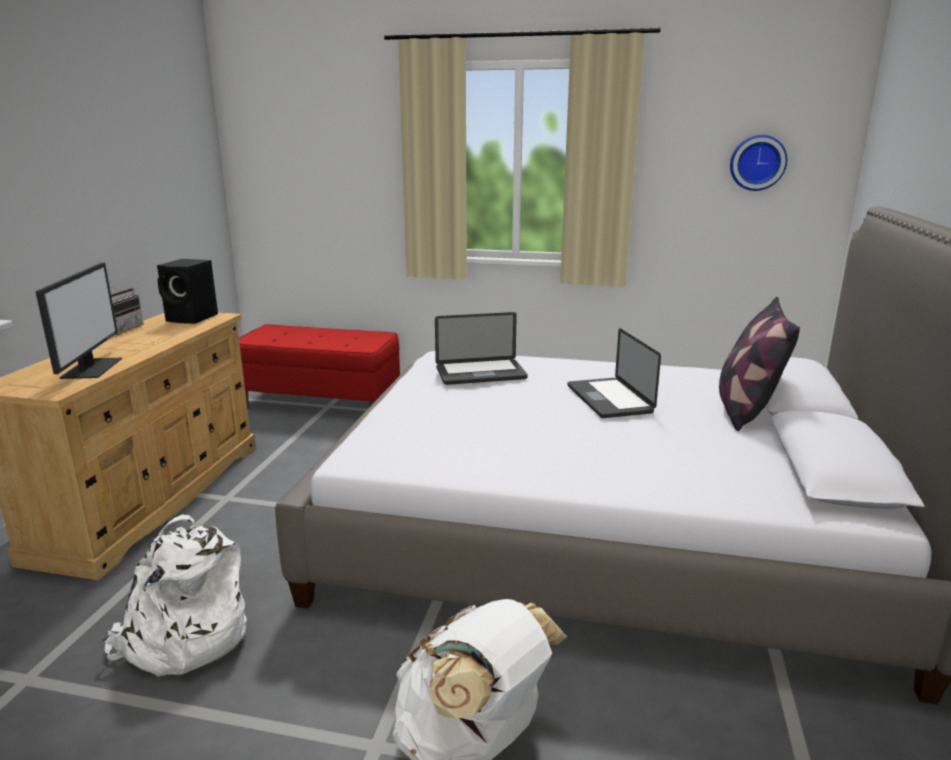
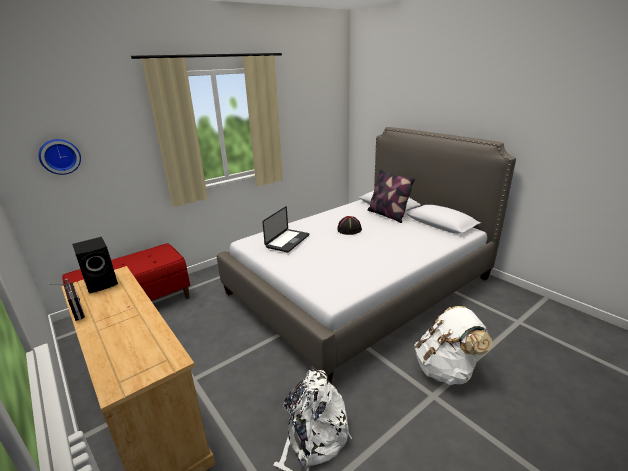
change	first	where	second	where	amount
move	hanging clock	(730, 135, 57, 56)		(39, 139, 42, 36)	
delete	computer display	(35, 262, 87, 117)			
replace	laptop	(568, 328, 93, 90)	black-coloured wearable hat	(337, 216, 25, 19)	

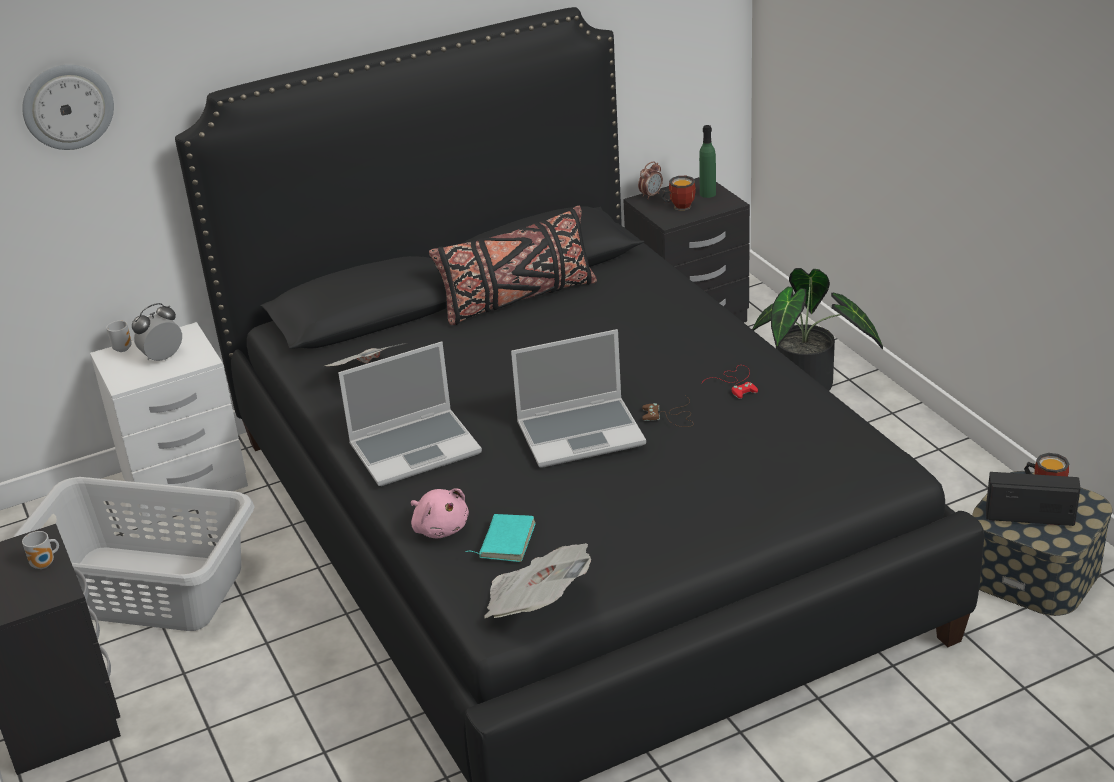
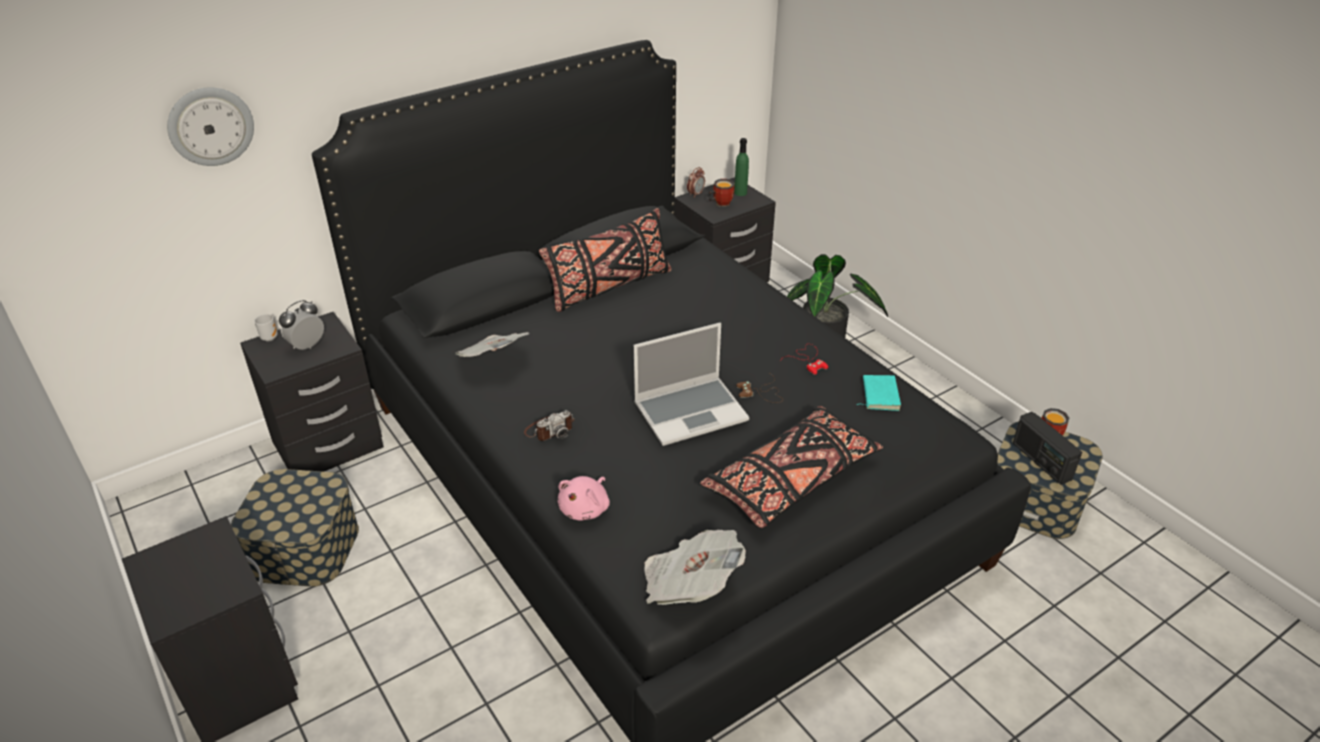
change	first	where	second	where	amount
recolor	whitish night table	(90, 322, 158, 195)	black-coloured night table	(240, 312, 144, 160)	
replace	laptop	(338, 342, 144, 144)	photo camera	(524, 410, 51, 31)	
rotate	radio receiver	(986, 472, 95, 54)		(1013, 412, 69, 73)	120 degrees counterclockwise
replace	grey hamper	(12, 477, 243, 154)	storage container	(231, 469, 128, 118)	
rotate	pinkish plush toy	(411, 488, 58, 51)		(557, 476, 53, 45)	75 degrees clockwise
move	blue-green book	(466, 514, 70, 48)		(856, 375, 45, 36)	
delete	coffee mug	(22, 531, 37, 38)			
insert			black-coloured cushion	(700, 406, 183, 122)	

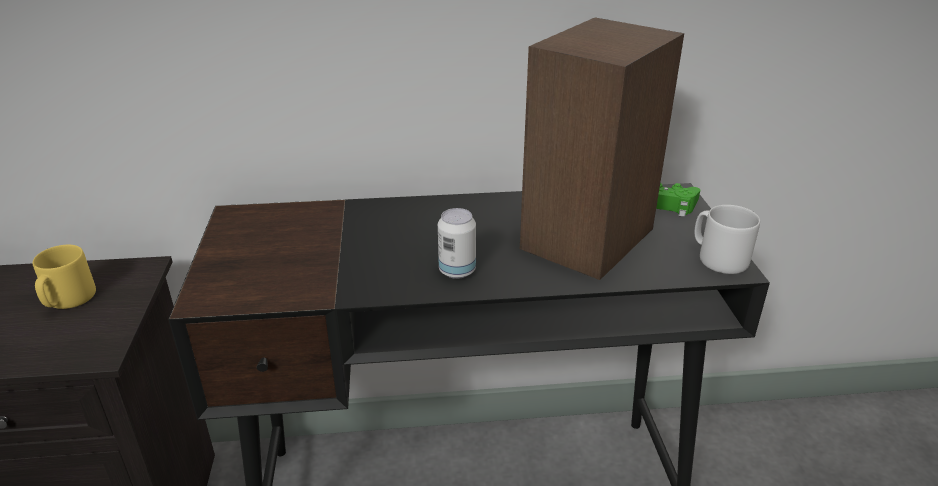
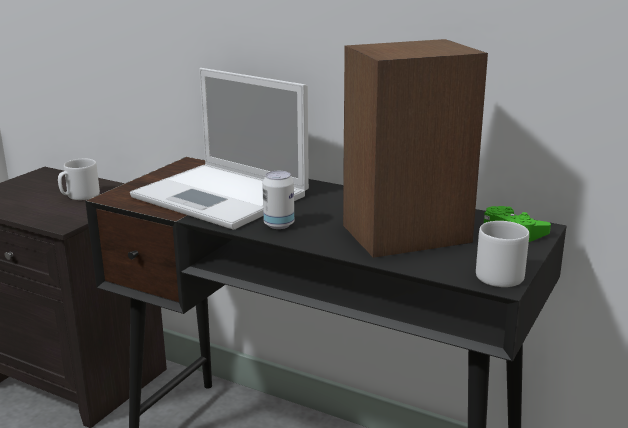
change	first	where	second	where	amount
recolor	yellow coffee mug	(33, 245, 63, 64)	grey coffee mug	(58, 159, 42, 41)	
insert			laptop	(130, 68, 179, 162)	

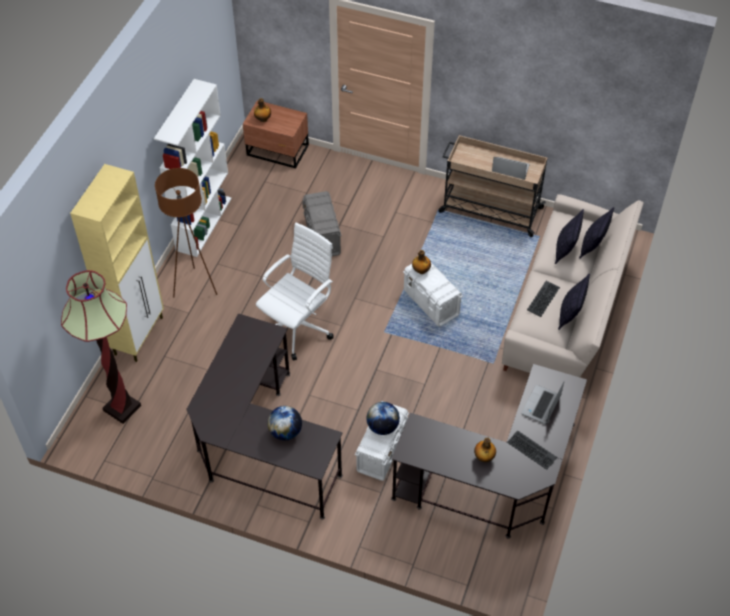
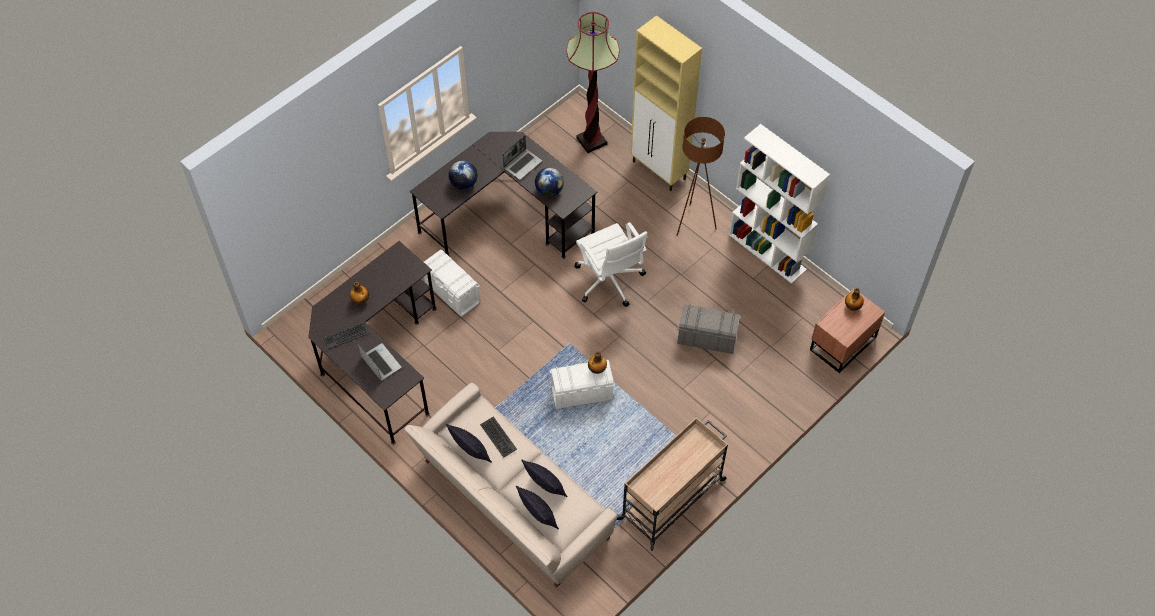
change	first	where	second	where	amount
move	laptop	(492, 157, 37, 23)		(502, 135, 40, 45)	
move	world globe	(366, 402, 34, 33)		(535, 168, 29, 29)	

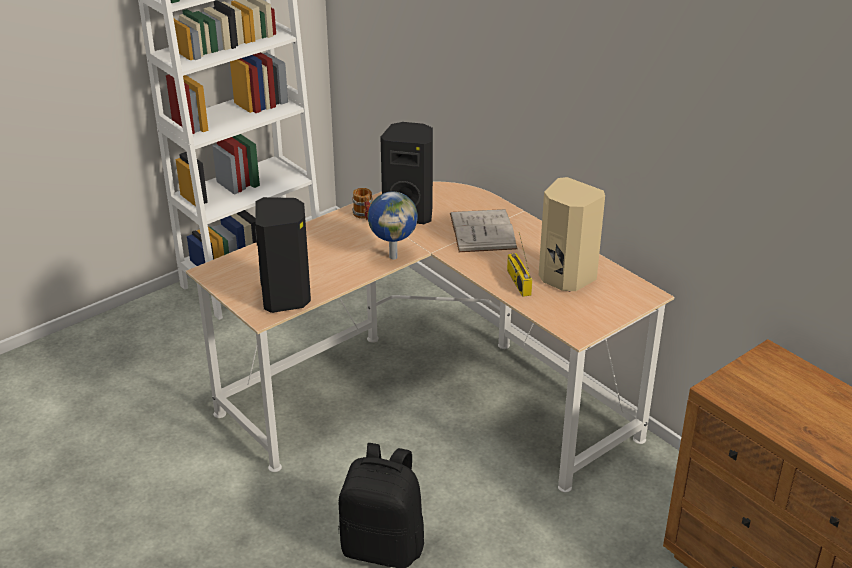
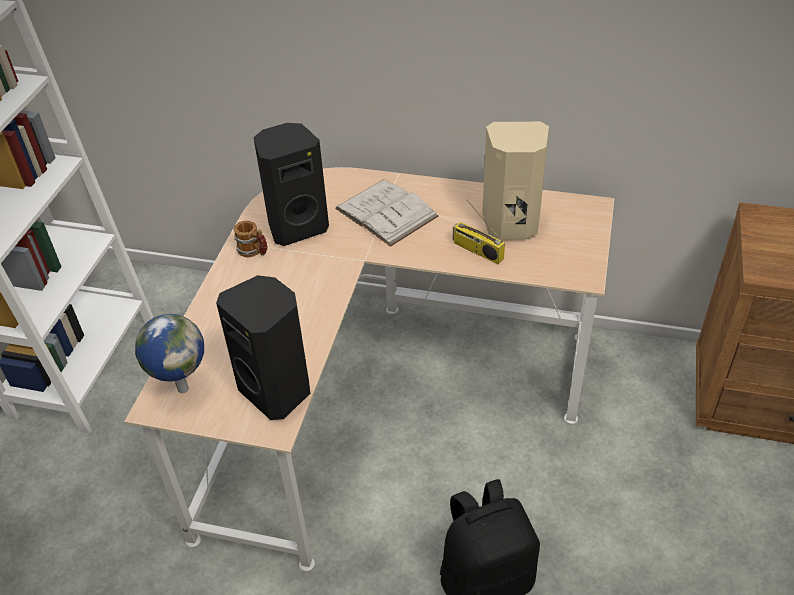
change	first	where	second	where	amount
move	world globe	(368, 191, 50, 68)		(135, 314, 69, 79)	

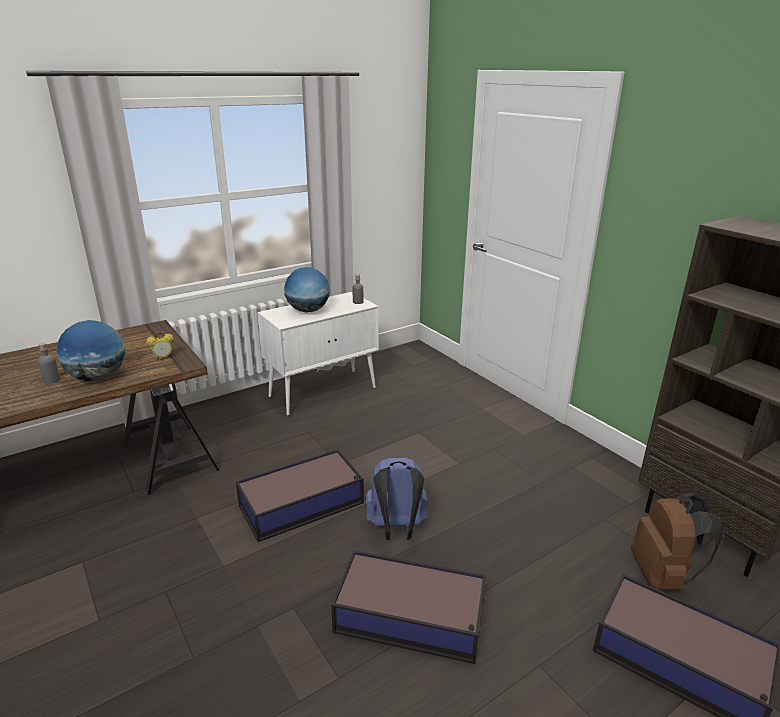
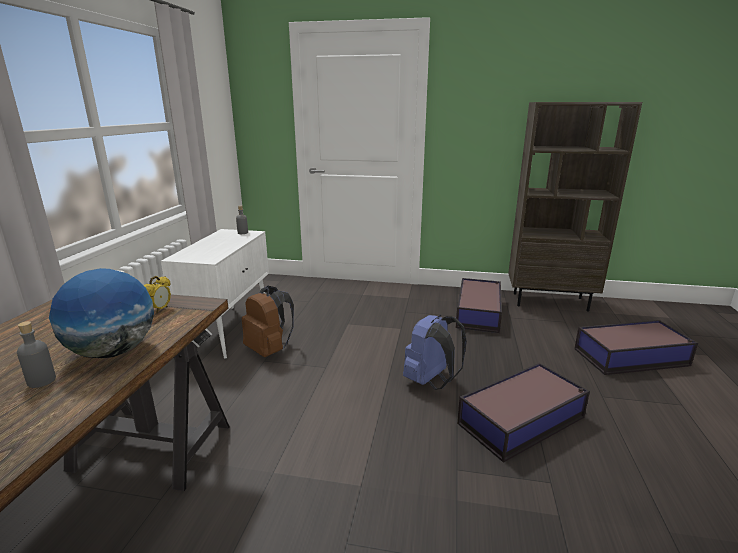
change	first	where	second	where	amount
delete	world globe	(284, 267, 46, 46)			
move	storage container	(236, 449, 128, 93)		(456, 278, 46, 55)	
move	brown backpack	(631, 493, 92, 97)		(242, 286, 52, 71)	

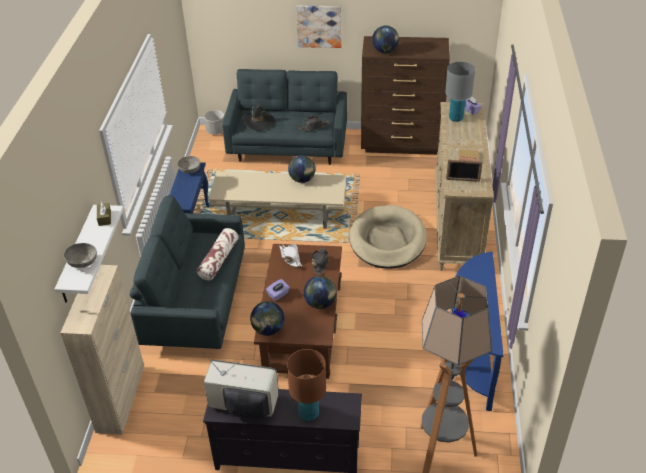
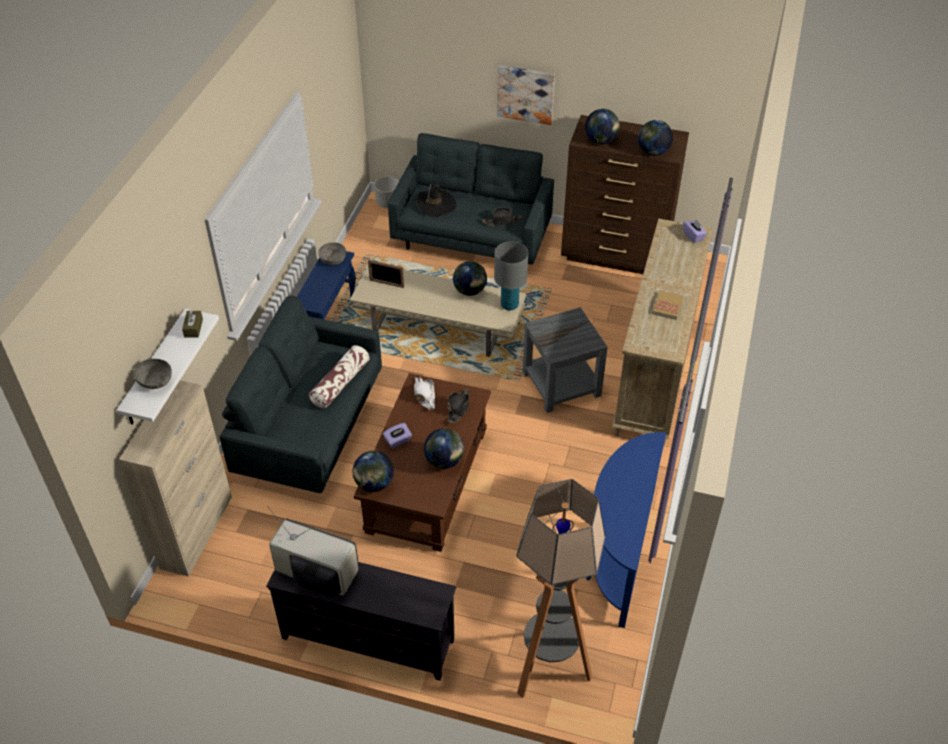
change	first	where	second	where	amount
move	grey lamp for a table	(445, 62, 30, 60)		(494, 241, 34, 69)	
move	standing frame	(446, 160, 36, 22)		(368, 260, 36, 28)	
replace	sand-coloured pet bed	(349, 205, 78, 64)	grey accent table	(523, 307, 85, 106)	
delete	brown lamp for a table	(287, 349, 39, 72)			
insert			world globe	(638, 120, 35, 36)	

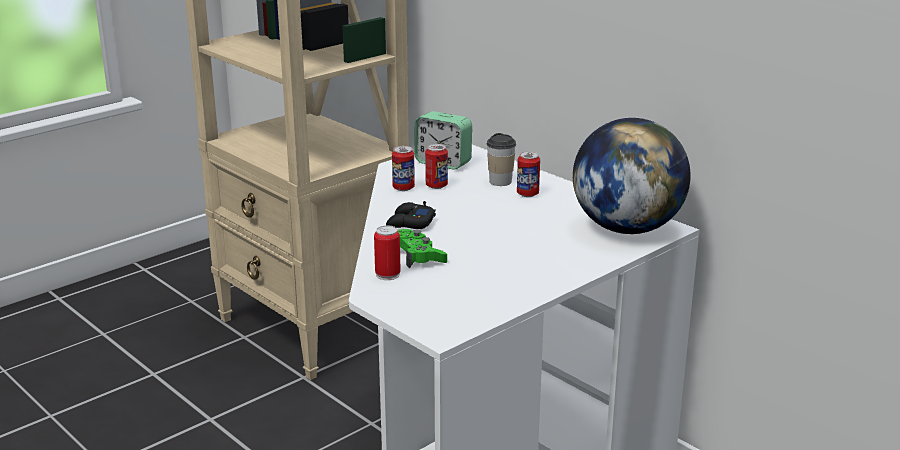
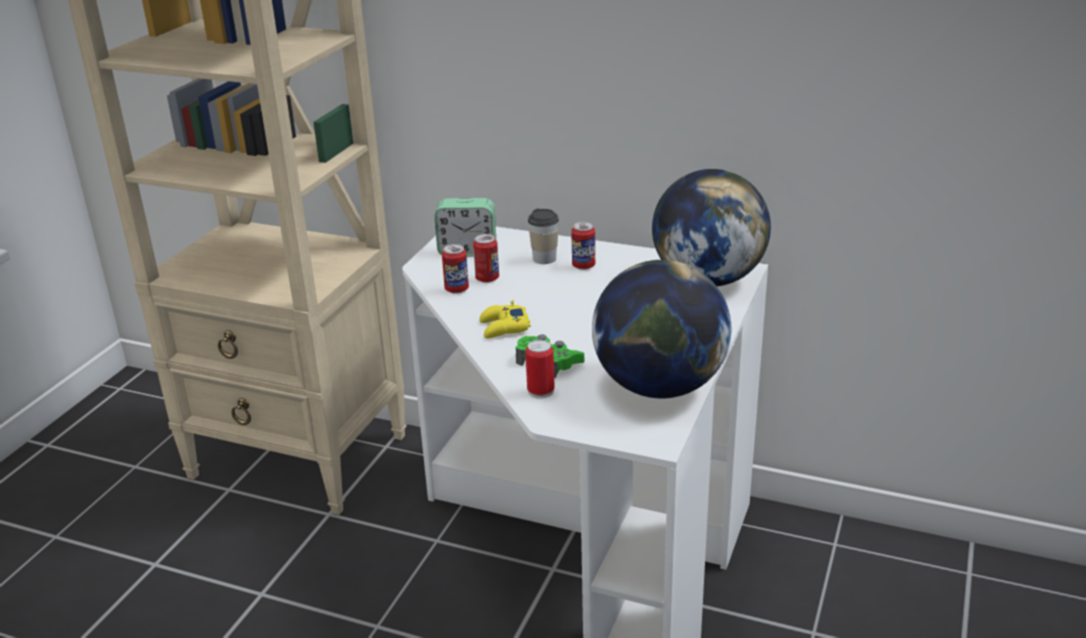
change	first	where	second	where	amount
recolor	black-coloured joypad	(386, 201, 50, 28)	yellow joypad	(479, 300, 51, 38)	
insert			world globe	(592, 260, 139, 139)	

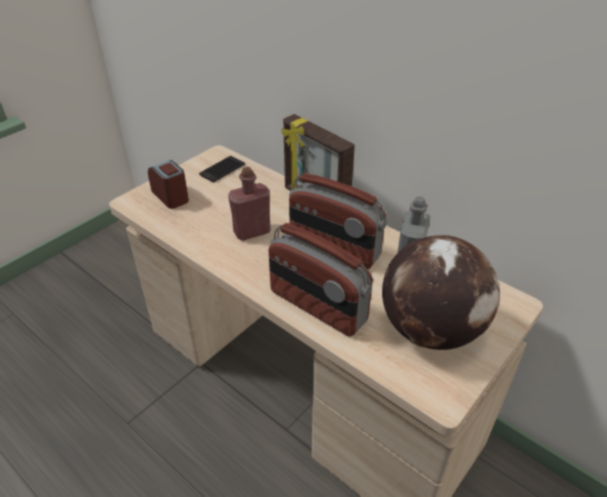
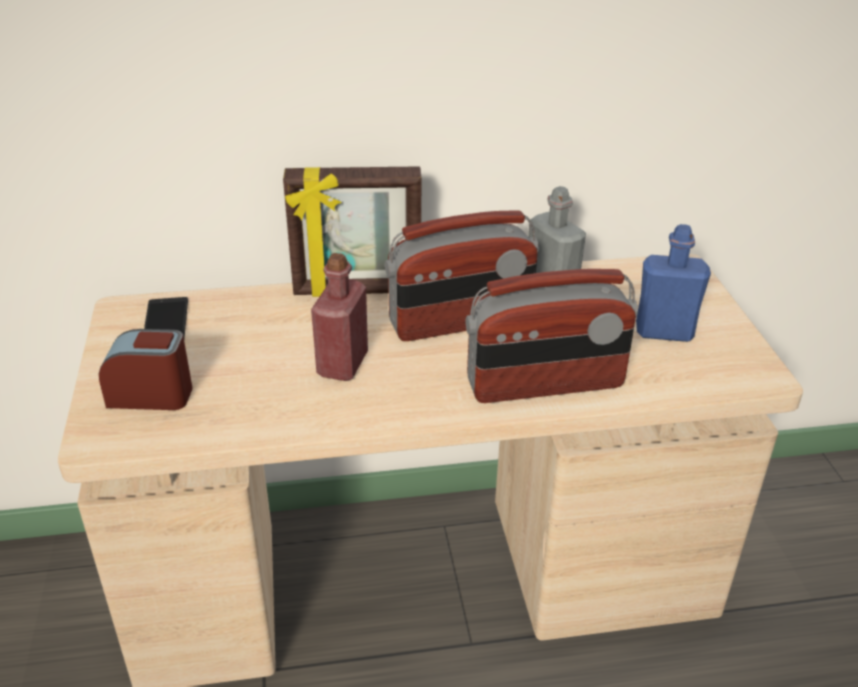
change	first	where	second	where	amount
replace	world globe	(382, 235, 118, 115)	blue beverage bottle	(636, 224, 75, 118)	

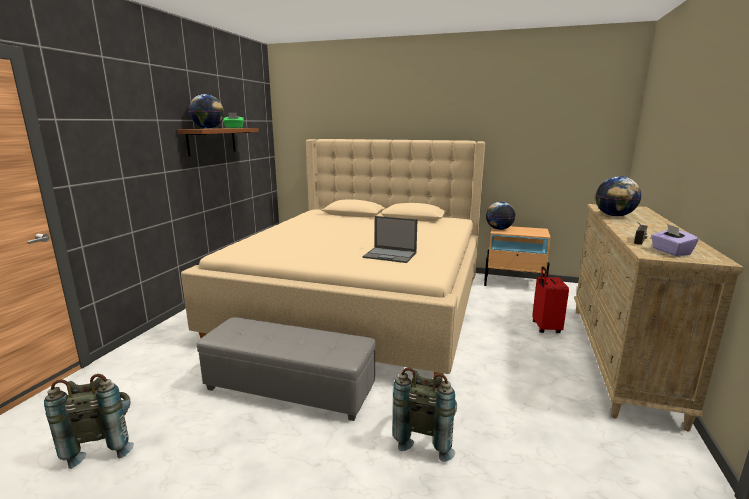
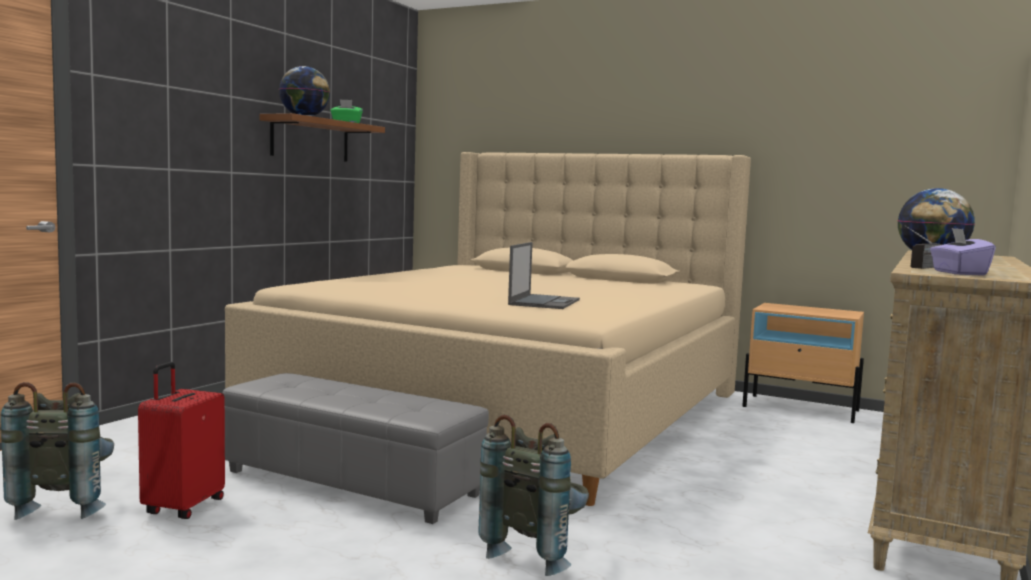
change	first	where	second	where	amount
delete	world globe	(486, 202, 29, 28)			
rotate	laptop	(363, 216, 55, 47)		(508, 242, 72, 67)	105 degrees counterclockwise
move	red piece of luggage	(532, 266, 37, 67)		(138, 362, 87, 157)	

